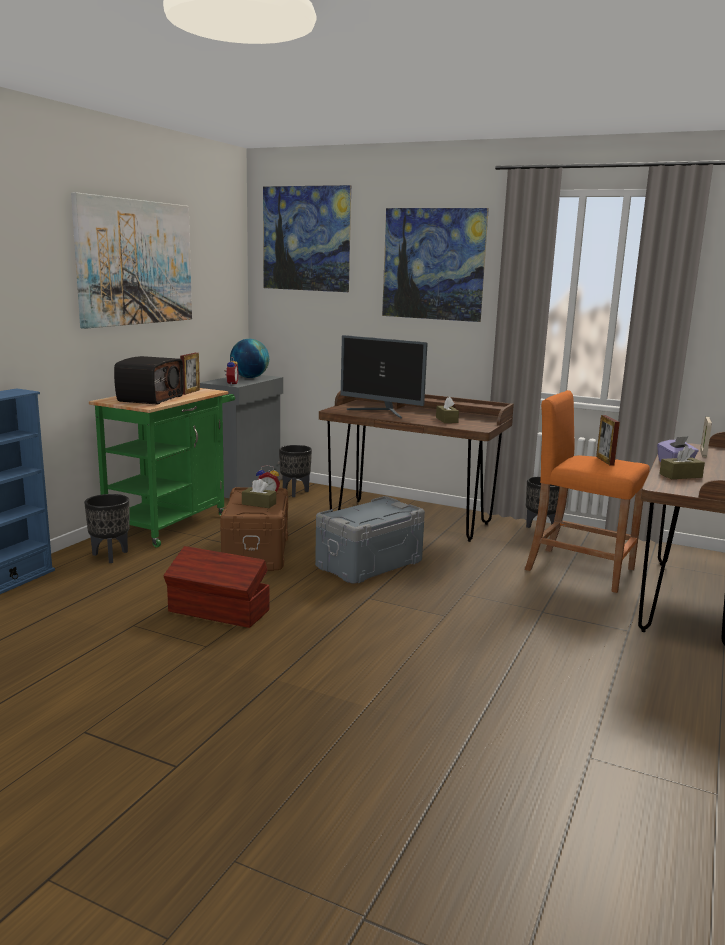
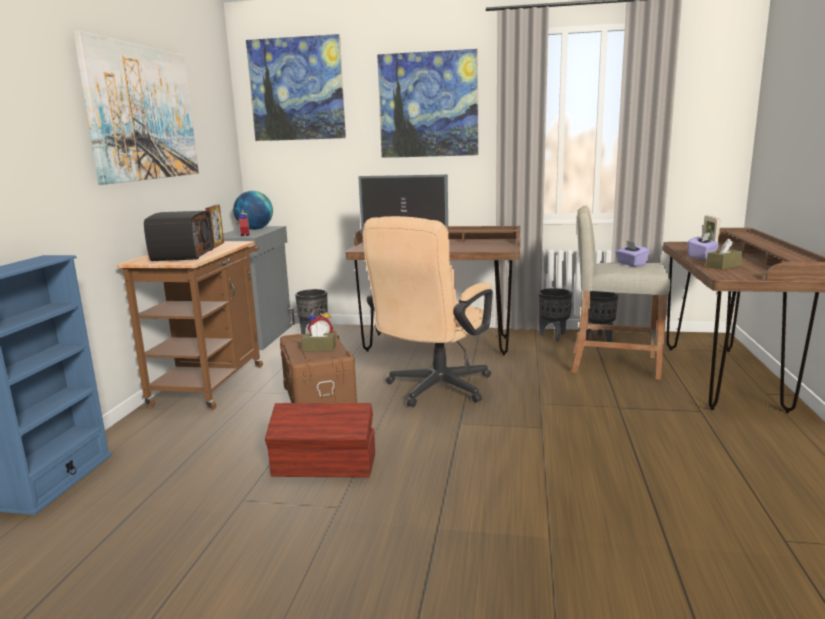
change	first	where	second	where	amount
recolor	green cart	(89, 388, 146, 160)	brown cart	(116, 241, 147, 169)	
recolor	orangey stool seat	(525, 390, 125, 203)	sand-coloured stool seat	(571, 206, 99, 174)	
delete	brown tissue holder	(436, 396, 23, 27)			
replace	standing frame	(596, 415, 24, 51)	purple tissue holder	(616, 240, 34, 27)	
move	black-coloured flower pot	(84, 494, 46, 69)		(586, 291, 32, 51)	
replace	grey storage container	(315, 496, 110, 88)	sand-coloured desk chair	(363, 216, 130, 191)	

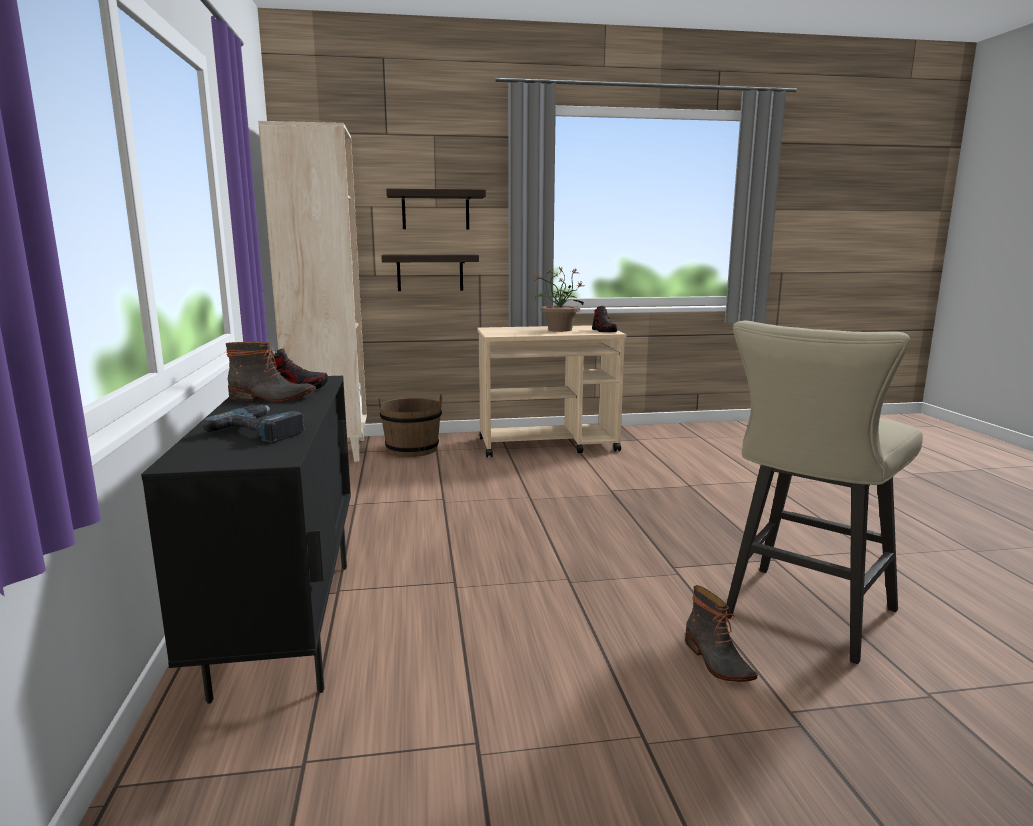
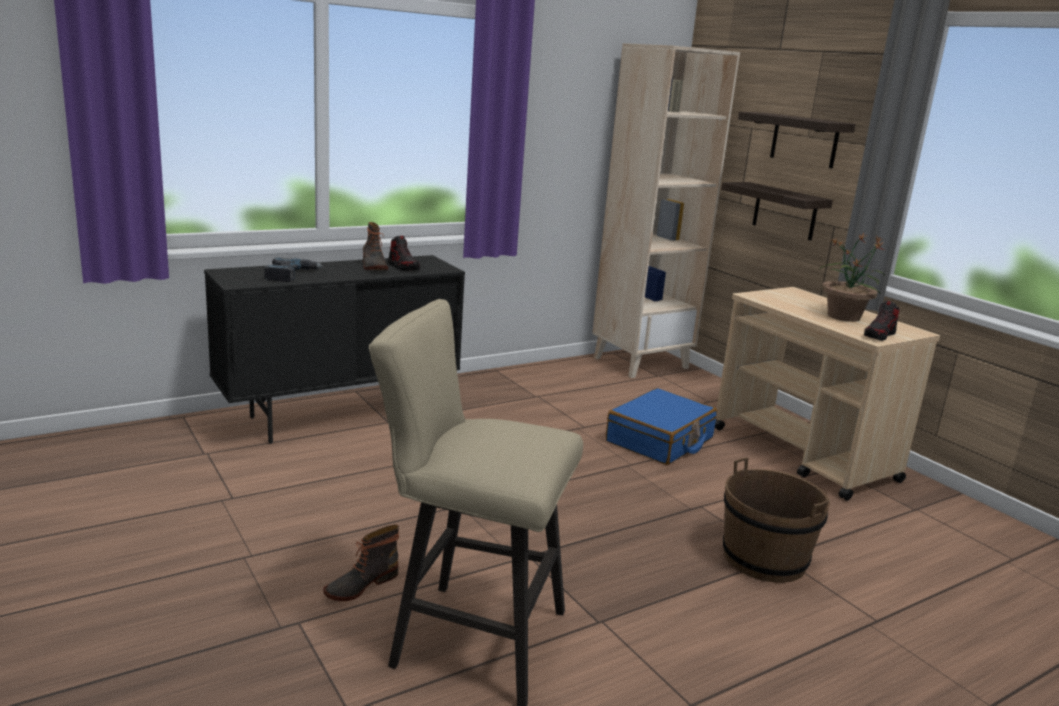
change	first	where	second	where	amount
move	brown pail	(378, 394, 64, 63)		(723, 457, 107, 126)	
insert			blue piece of luggage	(606, 388, 111, 77)	

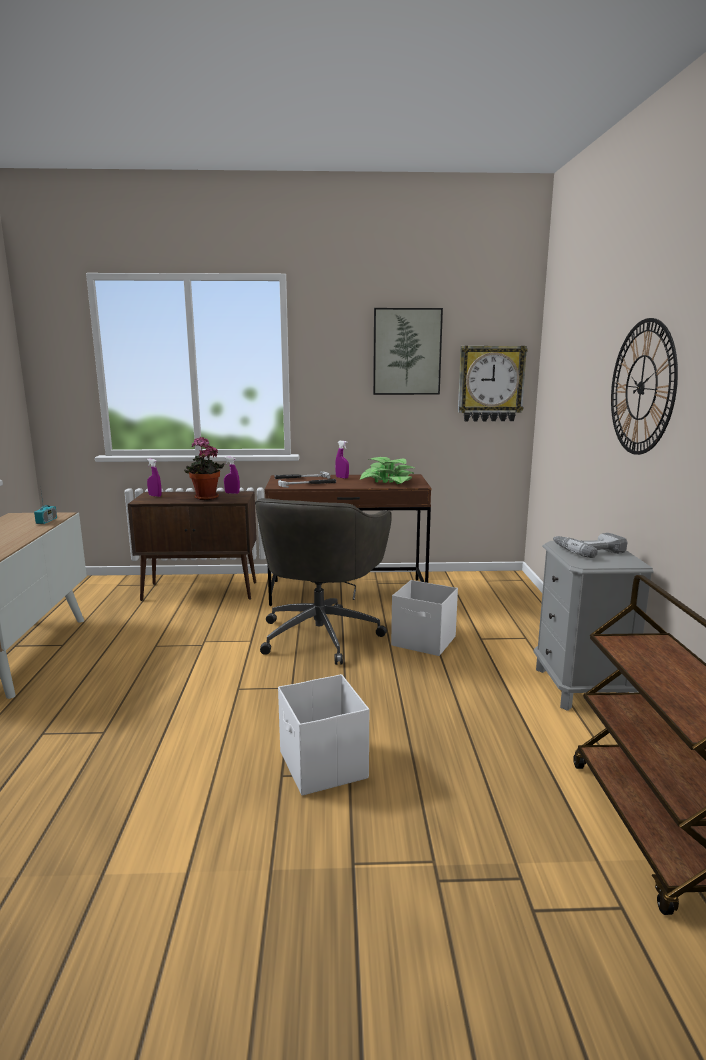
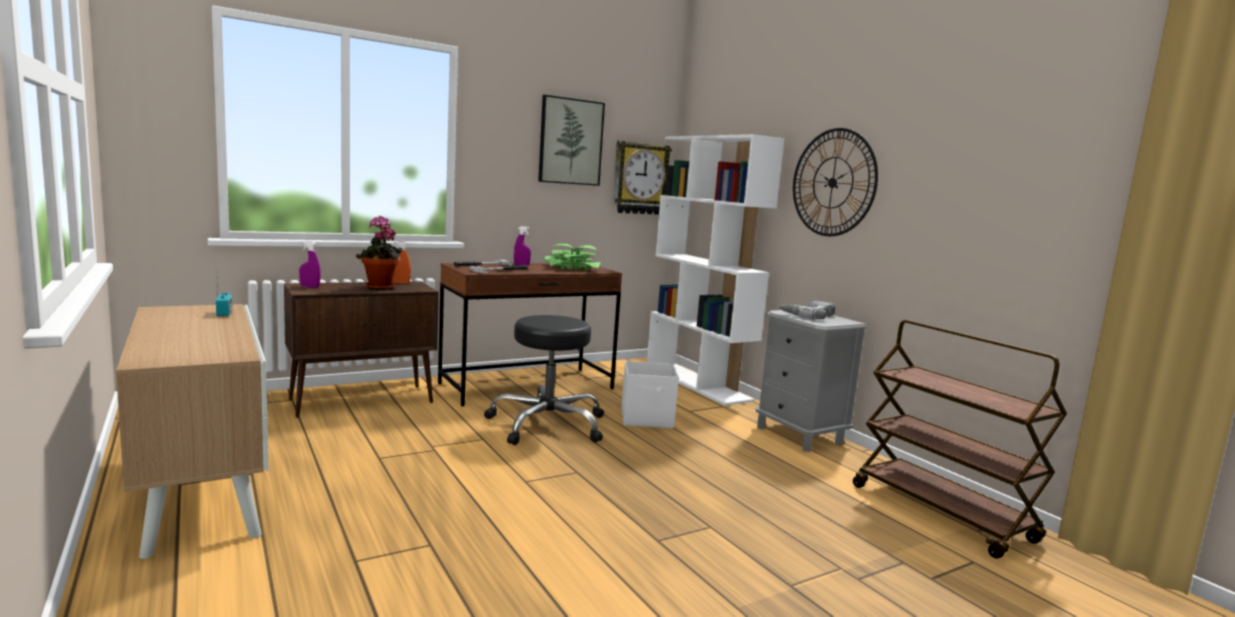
change	first	where	second	where	amount
recolor	purple spray bottle	(224, 457, 16, 37)	orangey spray bottle	(392, 241, 19, 43)	
replace	grey desk chair	(255, 498, 137, 167)	black-coloured stool seat	(484, 315, 120, 130)	
delete	whitish storage container	(278, 674, 91, 122)			
insert			whitish shelving unit	(647, 134, 138, 272)	

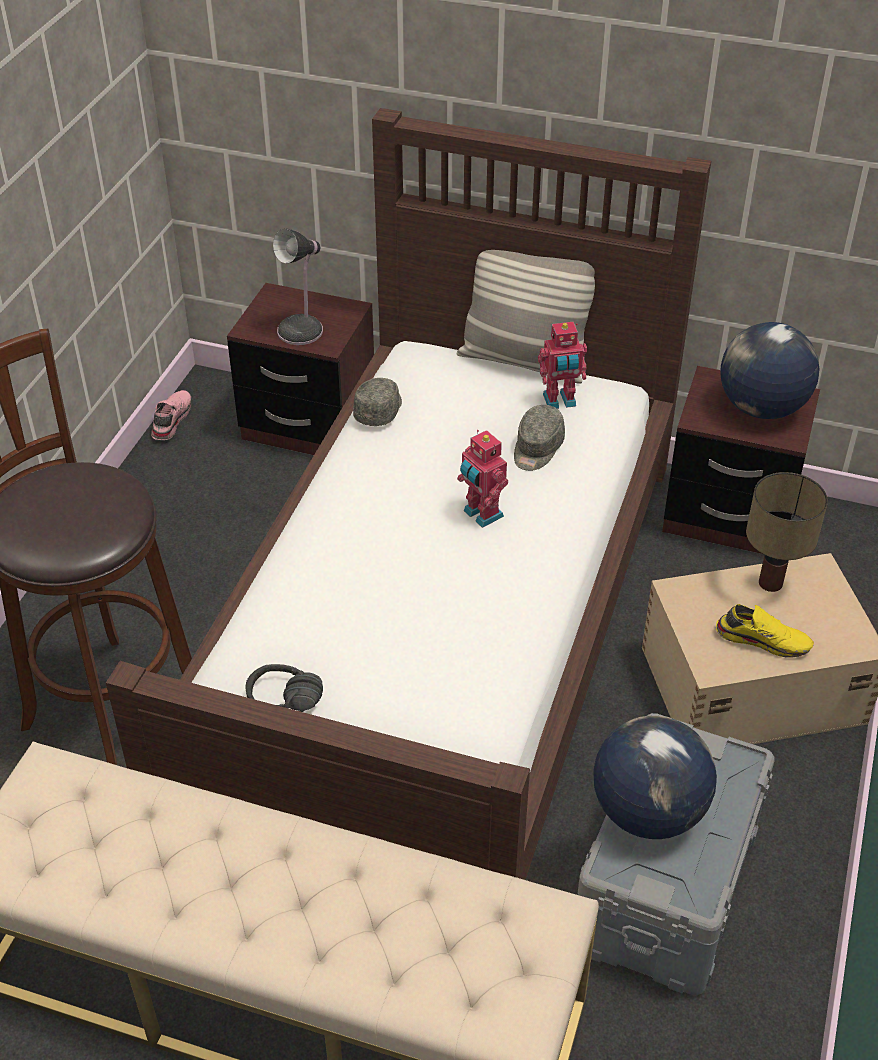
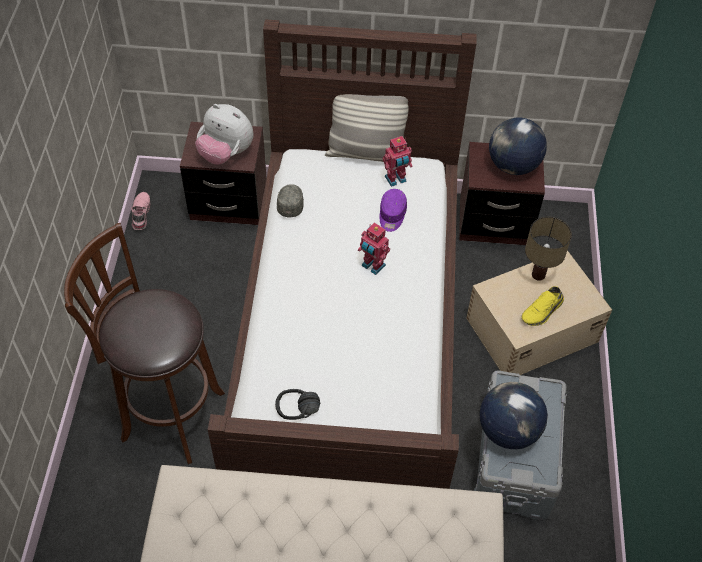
change	first	where	second	where	amount
replace	lamp for a table	(273, 229, 50, 116)	plush toy	(195, 104, 59, 61)	
recolor	grey baseball cap	(514, 405, 51, 66)	purple baseball cap	(379, 189, 28, 43)	
rotate	yellow low shoe	(716, 604, 98, 54)		(522, 286, 42, 40)	135 degrees clockwise

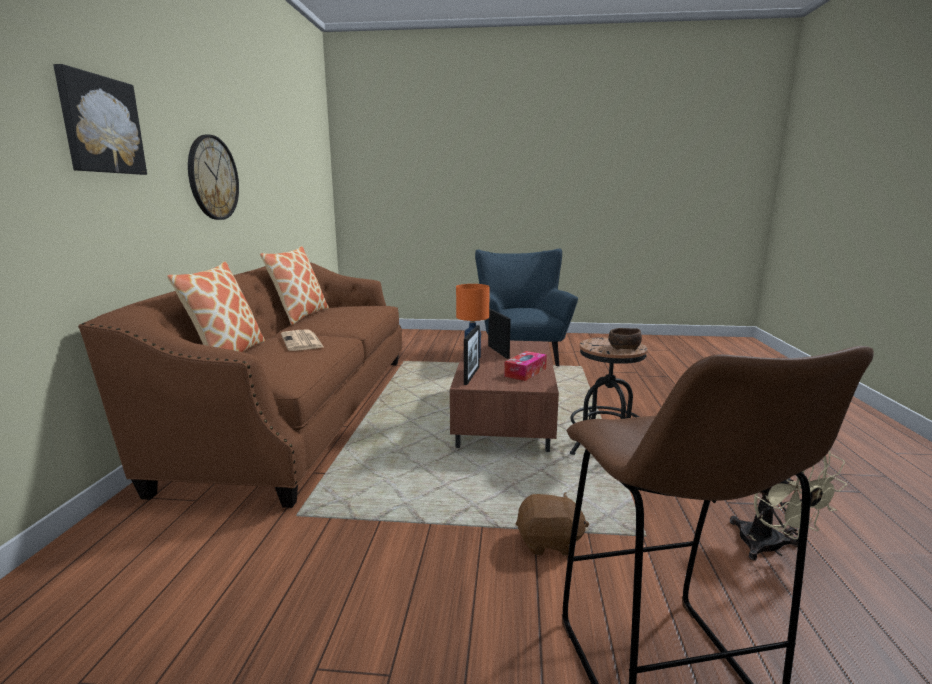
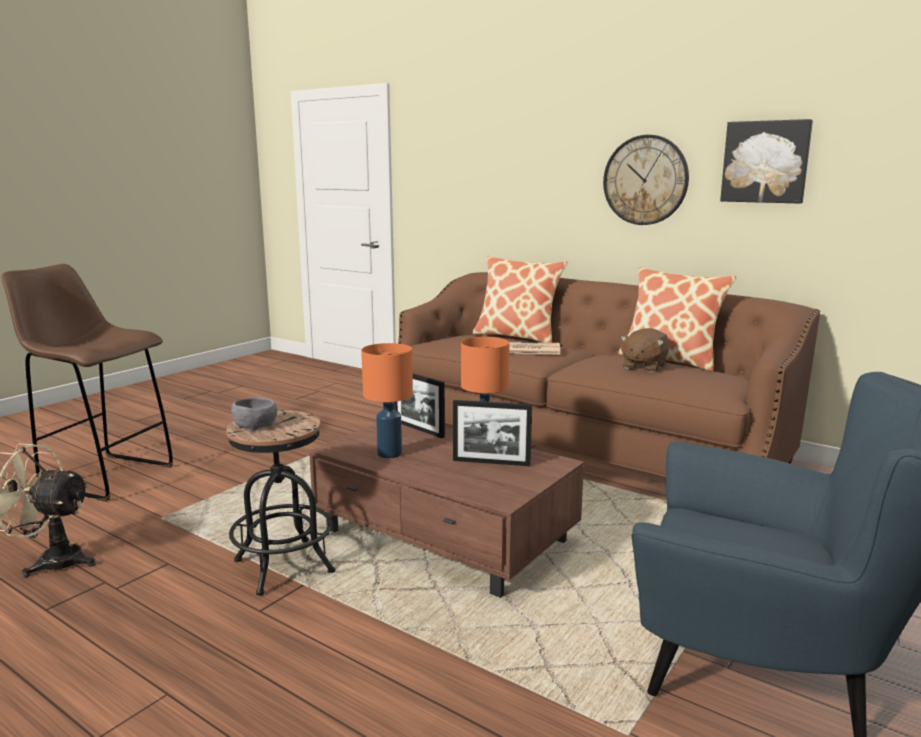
change	first	where	second	where	amount
move	wall picture	(53, 64, 94, 111)		(720, 119, 93, 85)	
recolor	brown bowl	(608, 328, 34, 22)	grey bowl	(231, 397, 46, 34)	
replace	tissue holder	(504, 351, 43, 30)	orangey lamp for a table	(361, 343, 52, 115)	
move	brown plush toy	(516, 492, 73, 63)		(620, 328, 49, 45)	

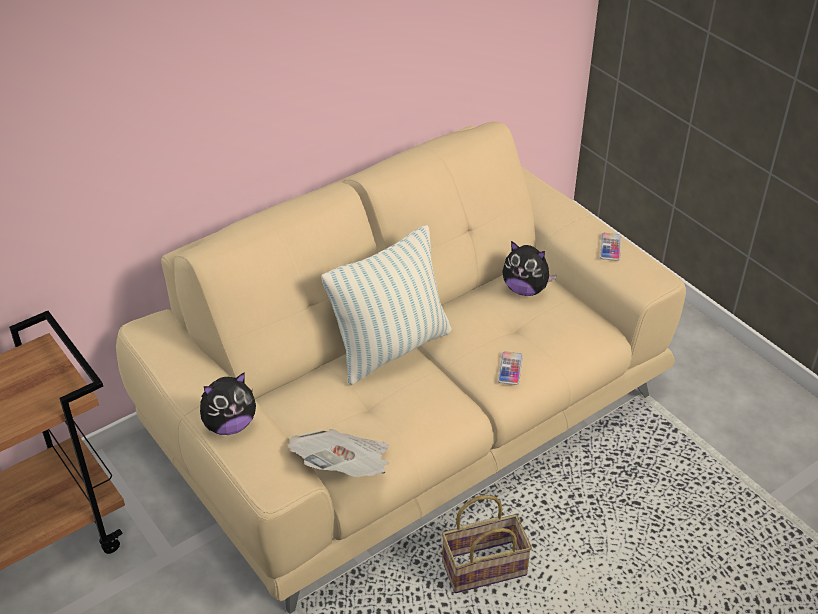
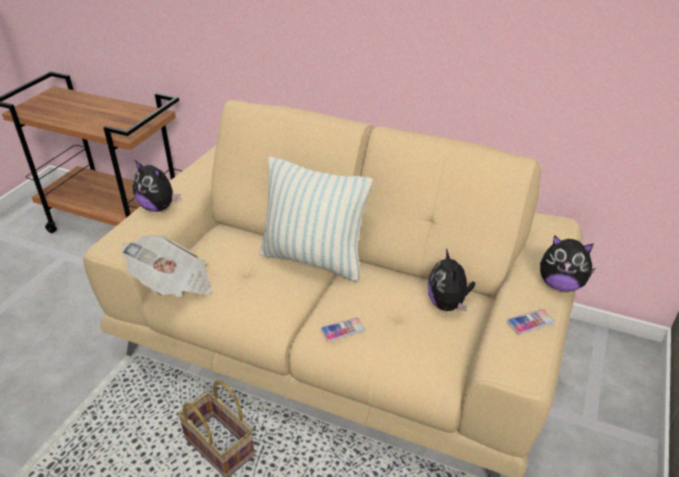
change	first	where	second	where	amount
insert			plush toy	(540, 235, 56, 57)	

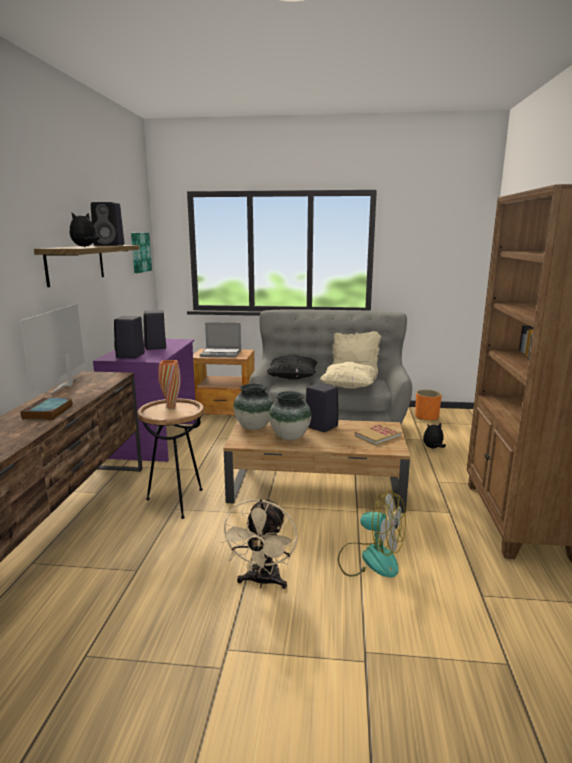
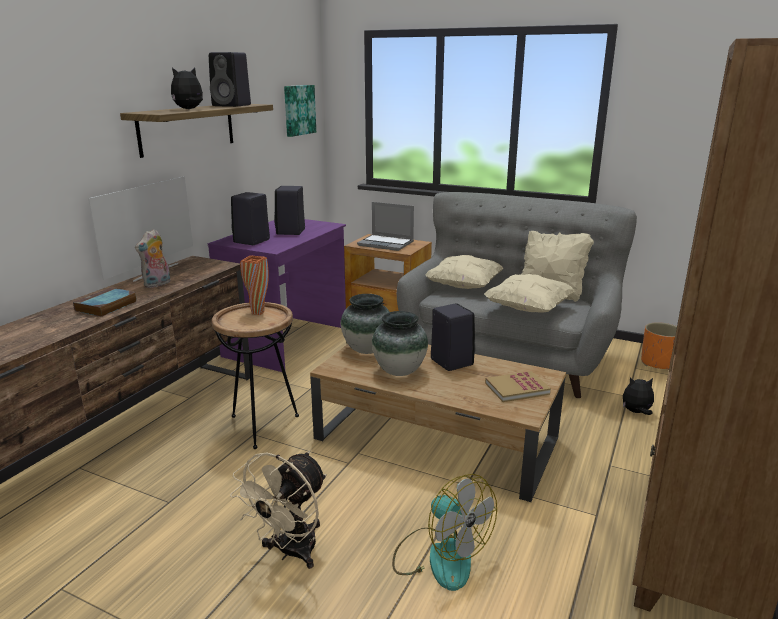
change	first	where	second	where	amount
recolor	black-coloured cushion	(267, 355, 50, 25)	sand-coloured cushion	(425, 255, 79, 34)	
insert			plush toy	(135, 229, 35, 59)	

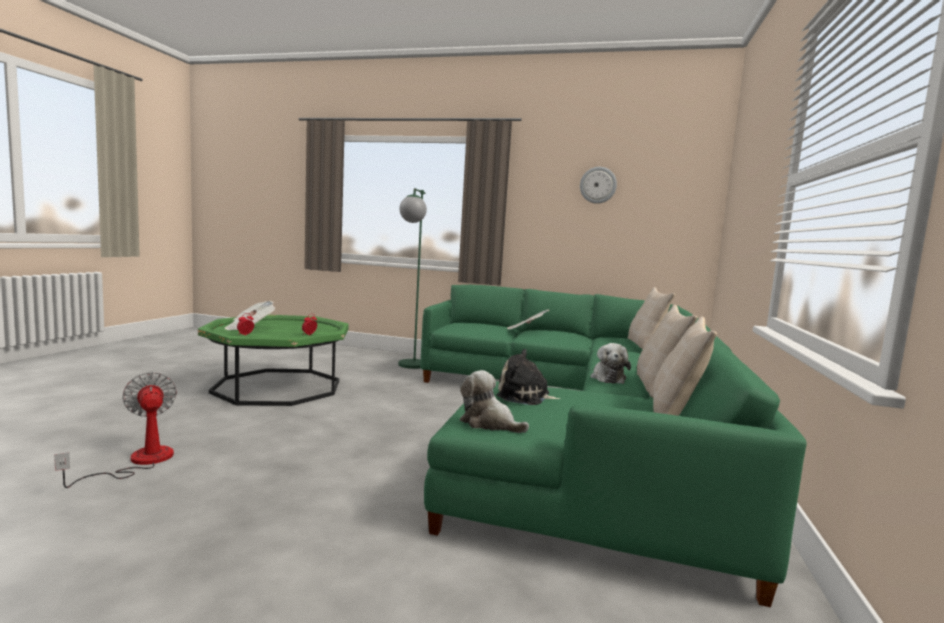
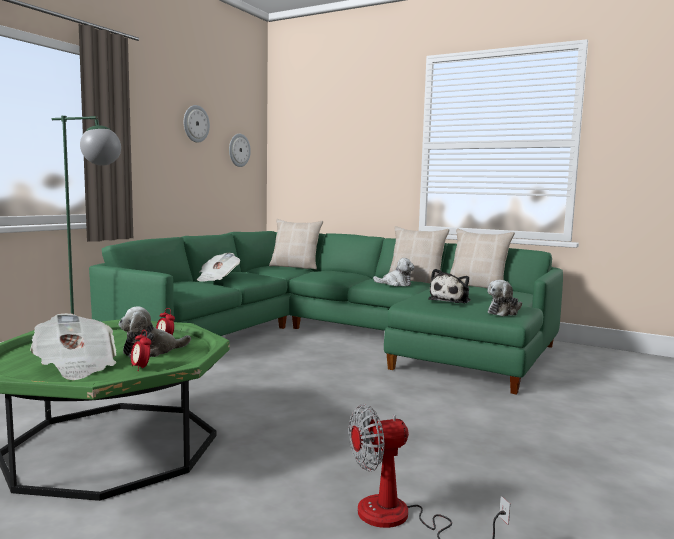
change	first	where	second	where	amount
insert			hanging clock	(229, 134, 22, 33)	
insert			plush toy	(118, 306, 73, 52)	

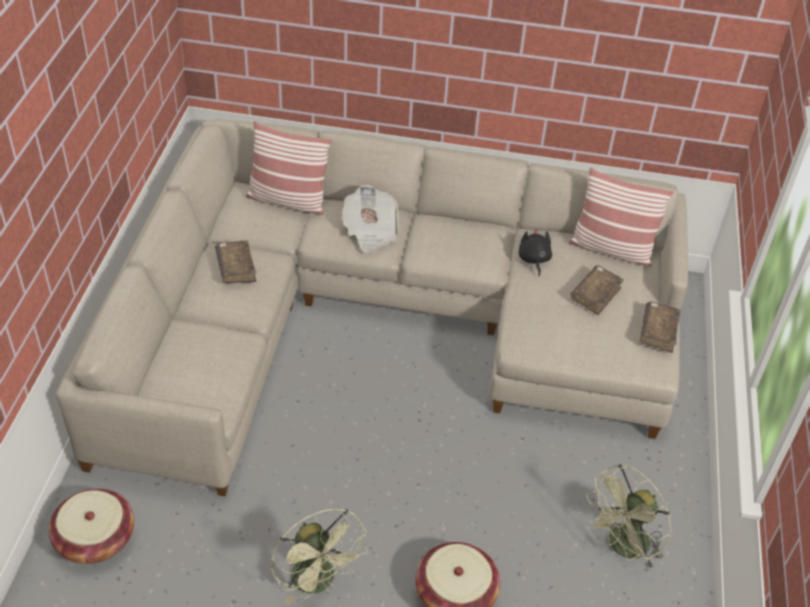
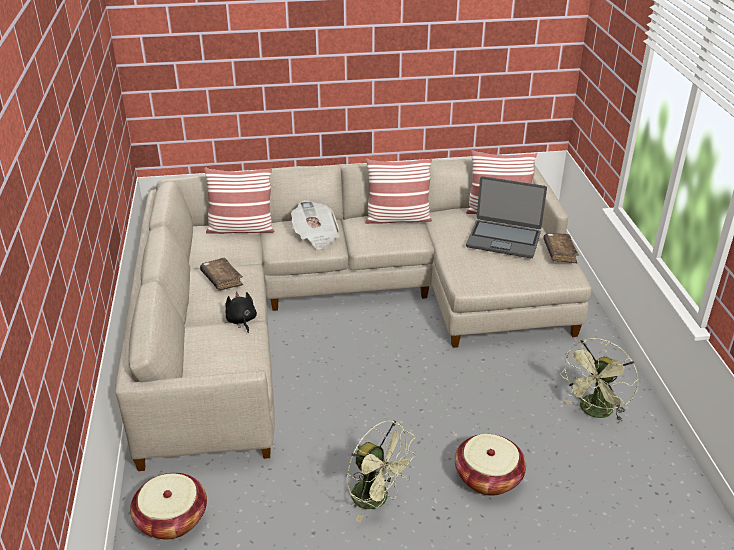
change	first	where	second	where	amount
move	black-coloured plush toy	(518, 228, 34, 48)		(225, 292, 32, 41)	
replace	brown book	(571, 266, 53, 49)	laptop	(466, 176, 81, 82)	
insert			cushion	(365, 158, 67, 66)	

